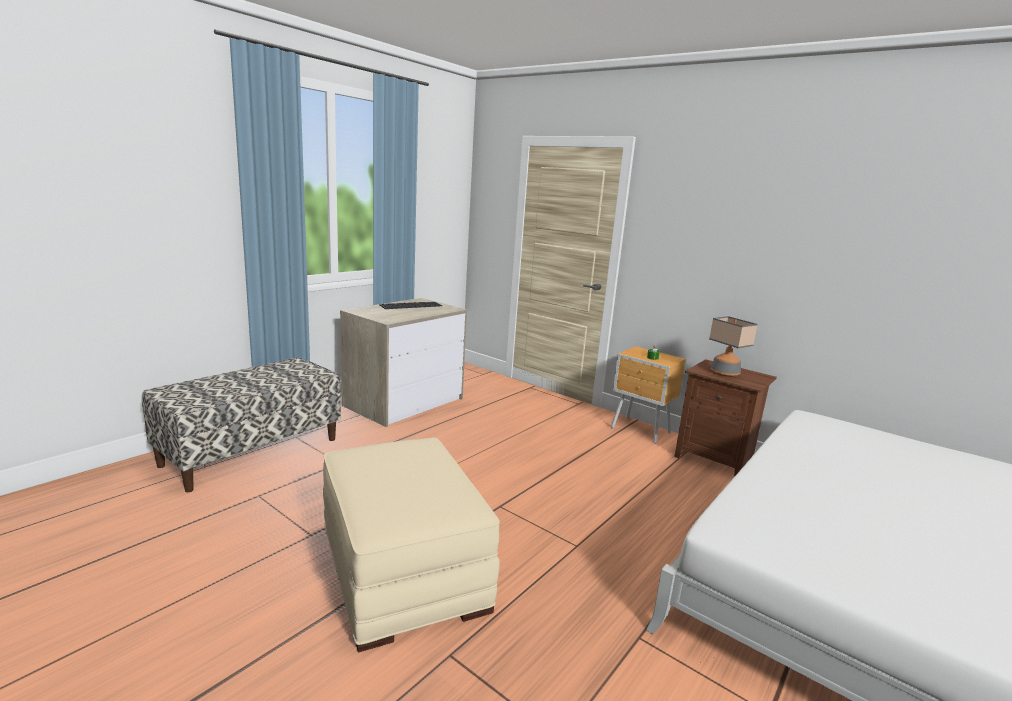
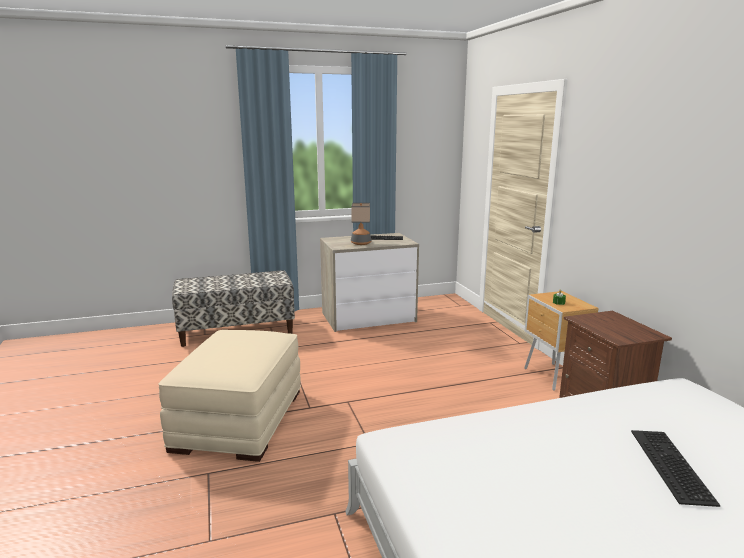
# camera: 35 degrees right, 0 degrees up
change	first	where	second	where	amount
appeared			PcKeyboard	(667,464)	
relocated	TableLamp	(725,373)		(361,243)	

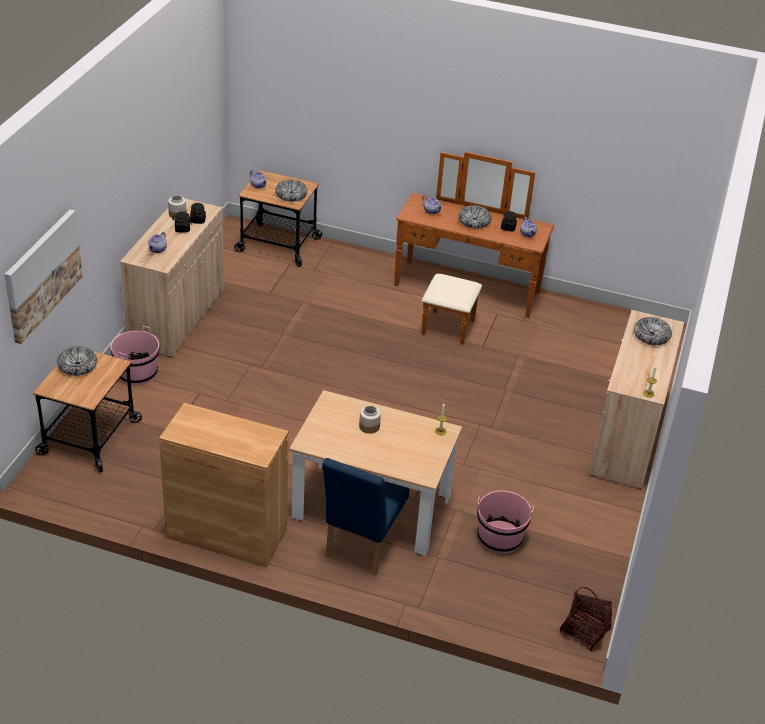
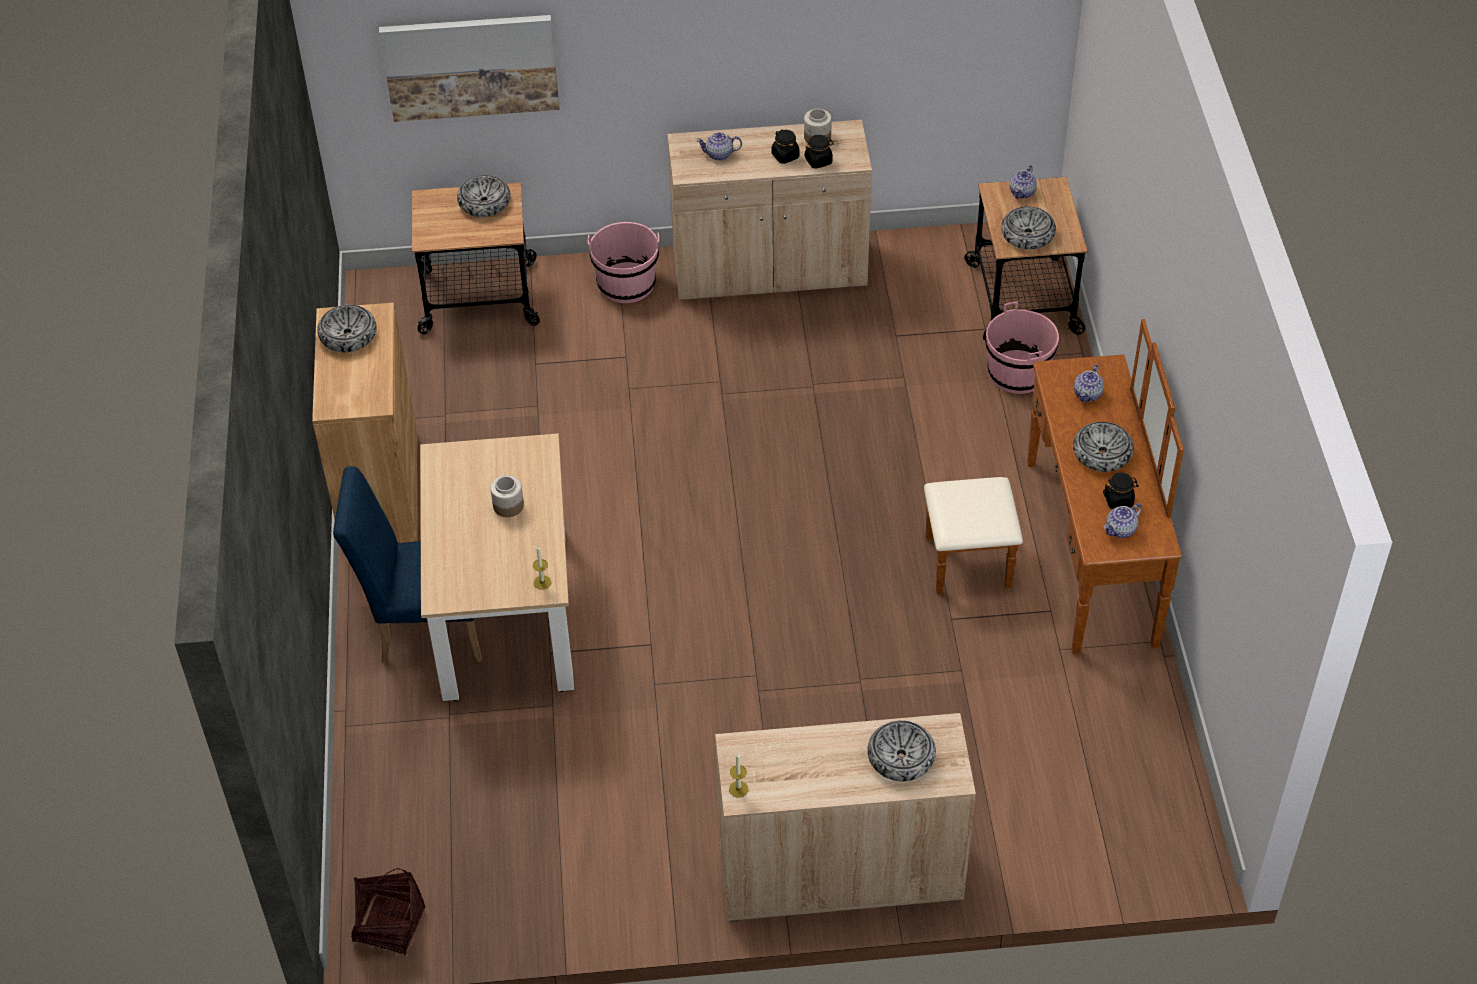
# camera: 70 degrees right, 10 degrees up
change	first	where	second	where	amount
appeared			Bowl	(348,335)	
relocated	PinkColouredBucket	(500,537)		(1018,373)	

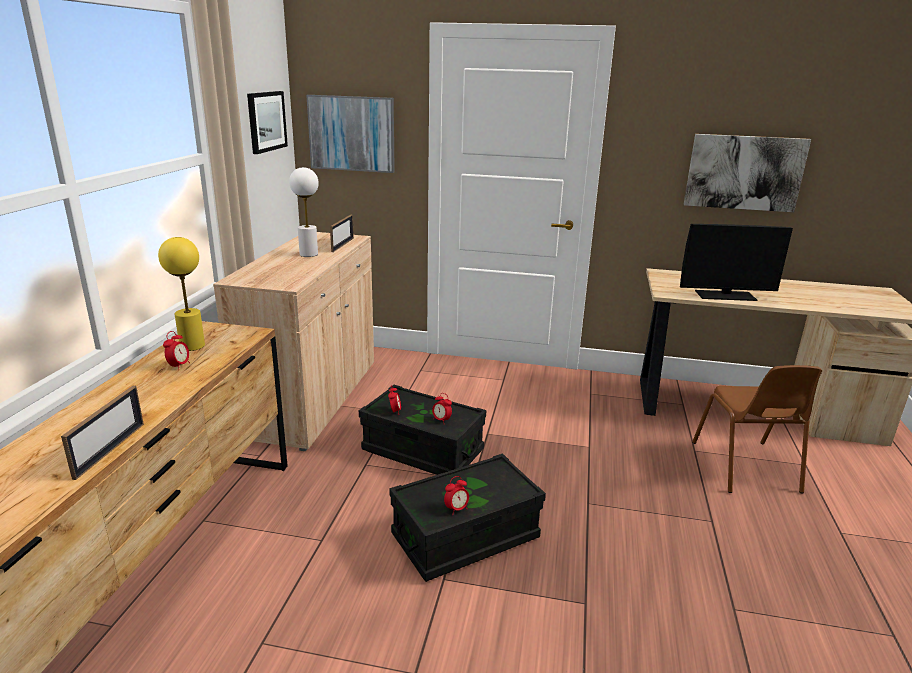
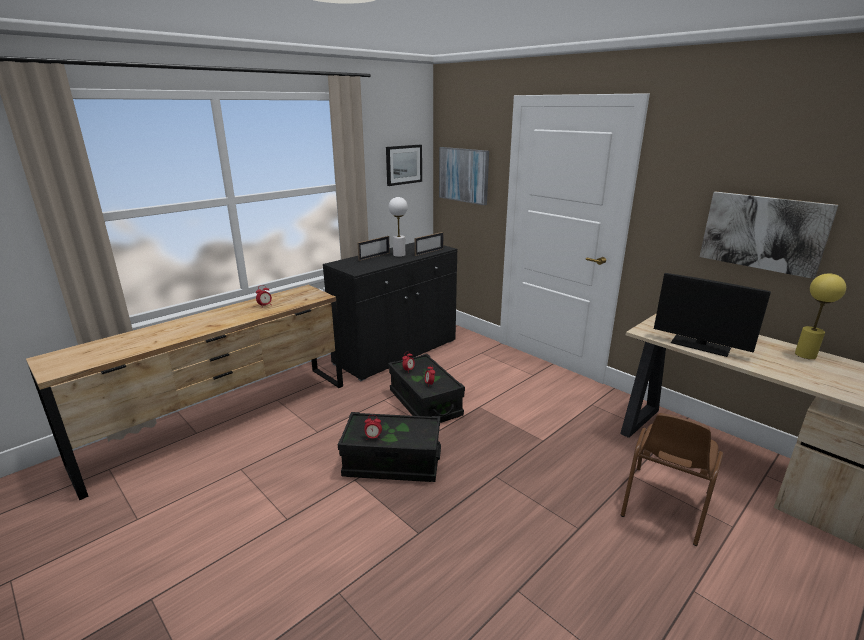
# camera: 35 degrees right, 0 degrees up
change	first	where	second	where	amount
relocated	PhotoFrame	(110,450)		(374,256)	
relocated	YellowTableLamp	(192,346)		(805,355)	
colour	BeigeColouredStorageCabinet	(312,399)	BlackStorageCabinet	(396,352)	

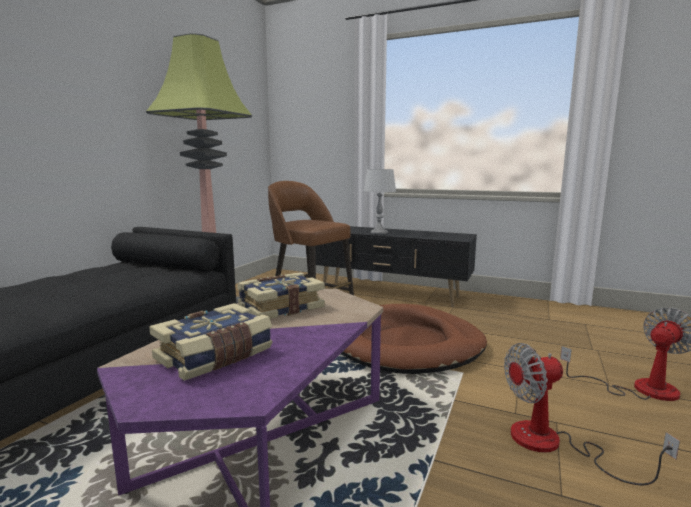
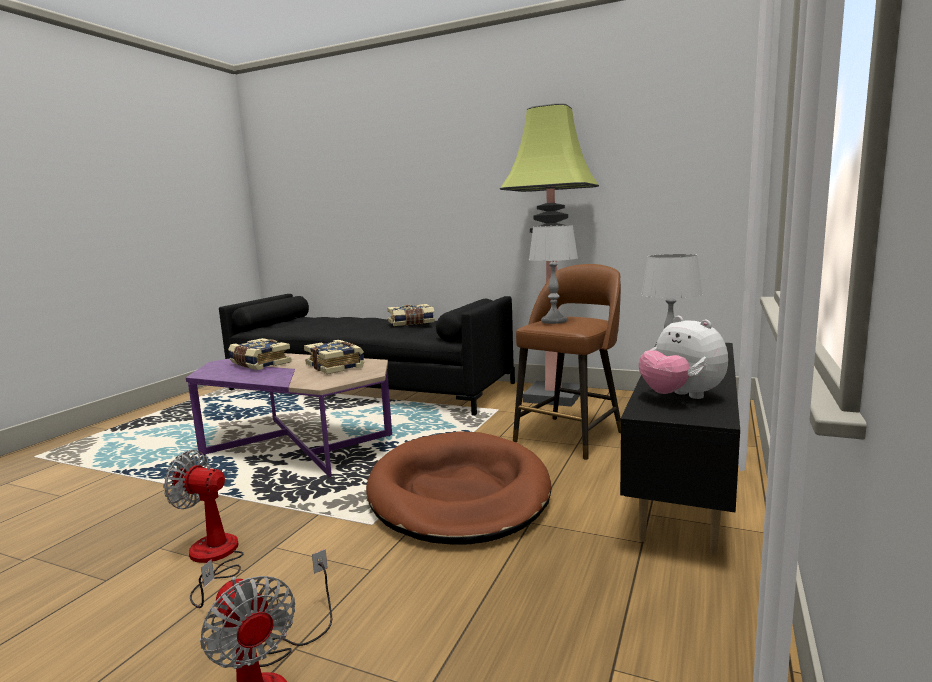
# camera: 90 degrees right, 0 degrees up
change	first	where	second	where	amount
appeared			Volume	(411,323)	
appeared			GreyTableLamp	(554,321)	
appeared			SoftToy	(681,397)	
spun	ElectricFan	(553,445)		(213,559)	60 degrees counterclockwise

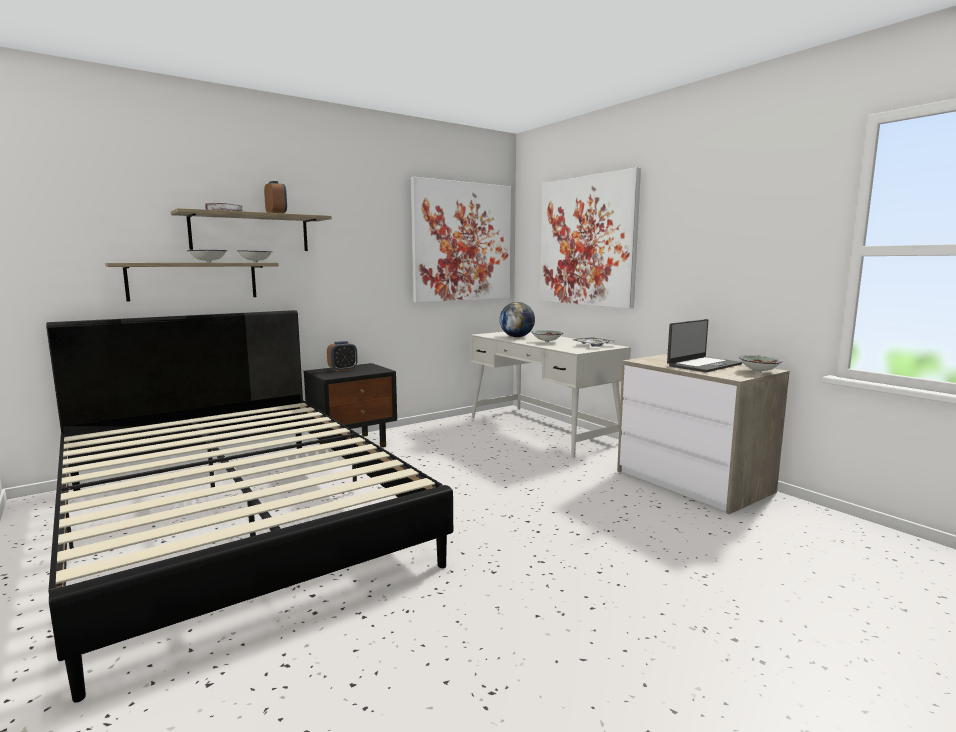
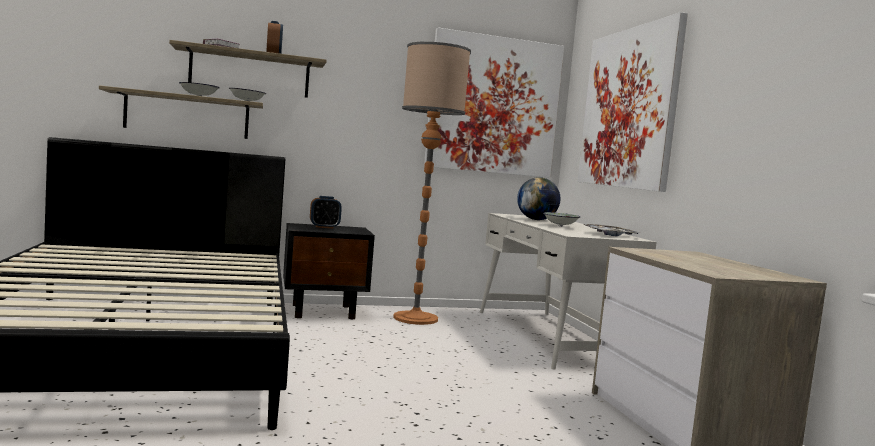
# camera: 20 degrees right, 5 degrees down
change	first	where	second	where	amount
missing	Laptop	(703,365)			
missing	Bowl	(758,372)			
appeared			StandingLamp	(416,318)	

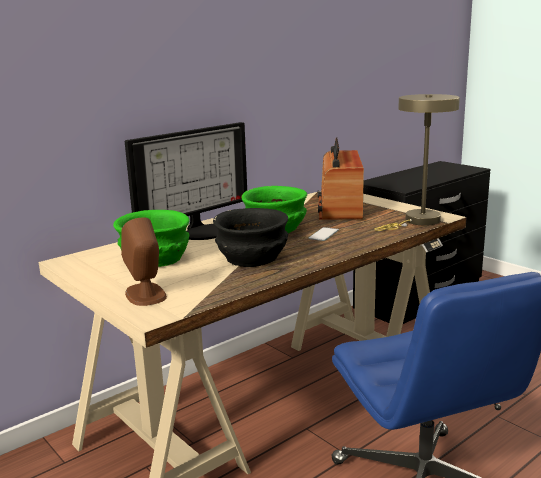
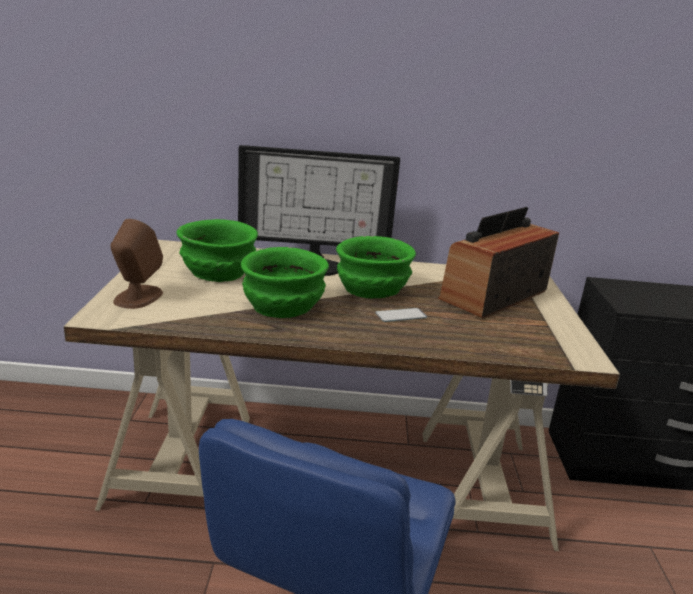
# camera: 40 degrees right, 5 degrees up
change	first	where	second	where	amount
missing	BeigeColouredTableLamp	(418,221)			
colour	BlackBowl	(253,258)	GreenBowl	(283,307)	

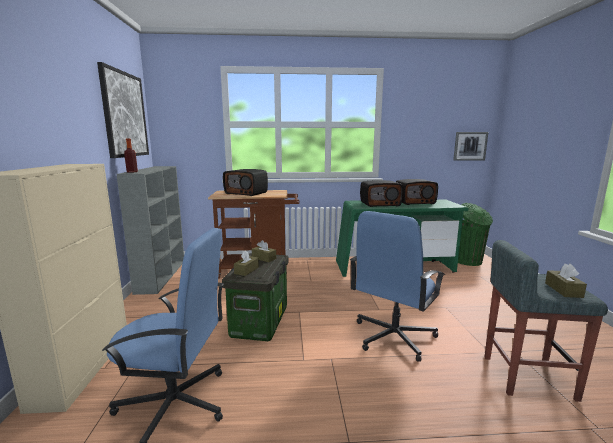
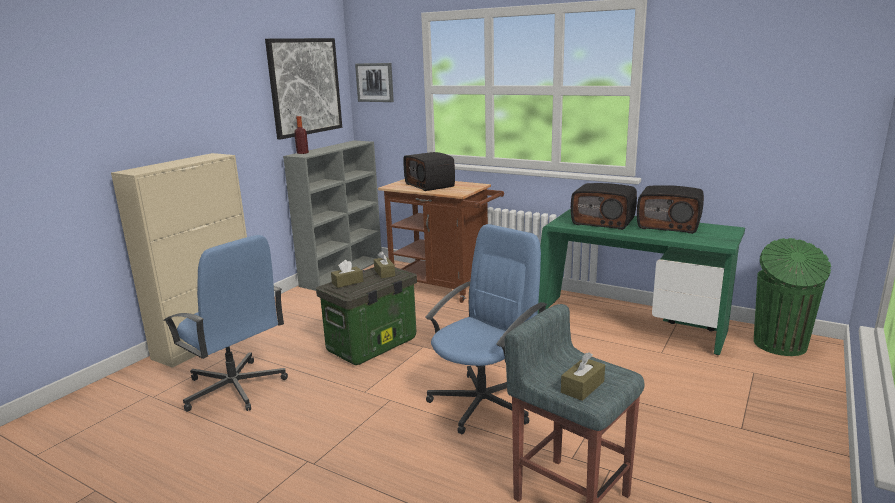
# camera: 35 degrees right, 5 degrees up
change	first	where	second	where	amount
relocated	WallPicture	(470,146)		(375,82)	
spun	BlueColouredDeskChair	(393,337)		(484,403)	150 degrees clockwise

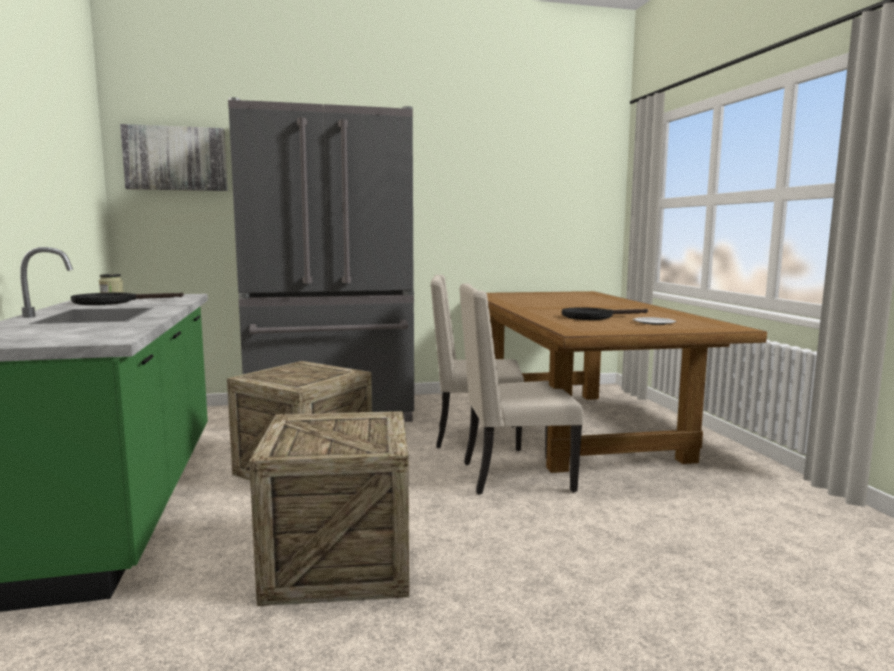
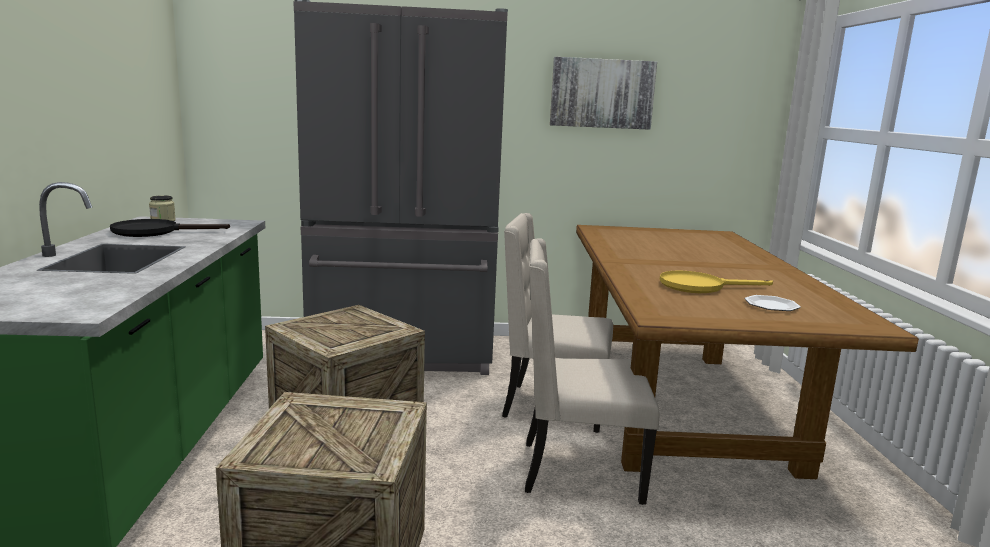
# camera: 10 degrees right, 5 degrees up
change	first	where	second	where	amount
relocated	WallPicture	(176,158)		(602,93)	
colour	BlackPan	(594,317)	YellowPan	(700,286)	

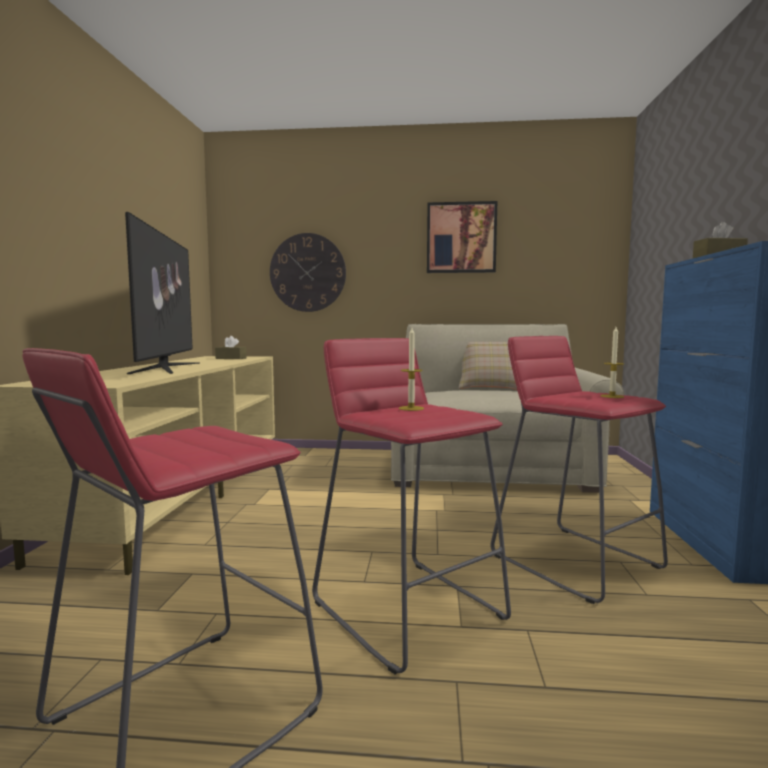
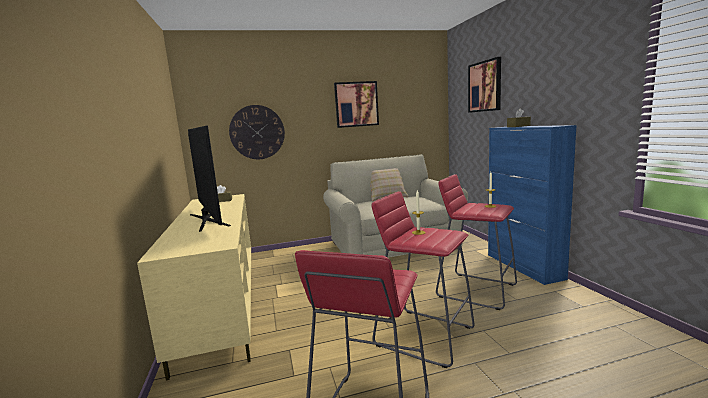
# camera: 20 degrees left, 5 degrees up
change	first	where	second	where	amount
appeared			WallPicture	(485,86)	

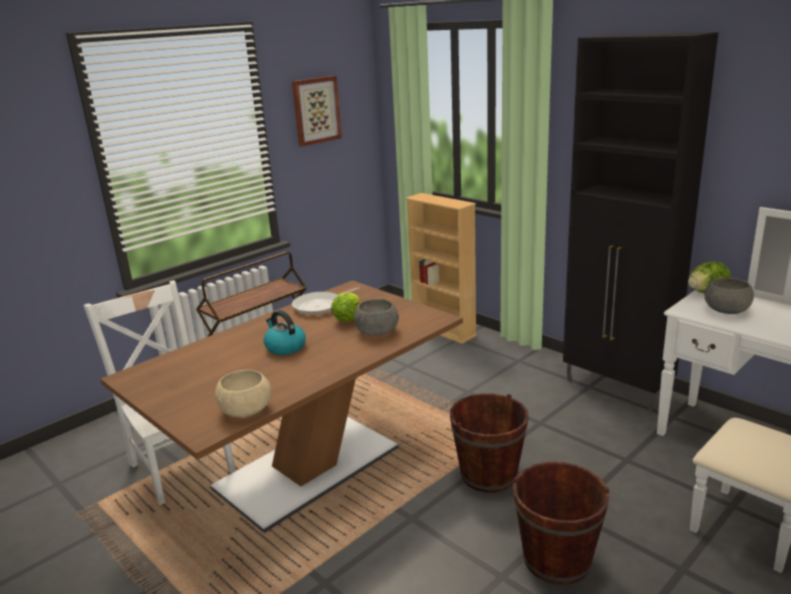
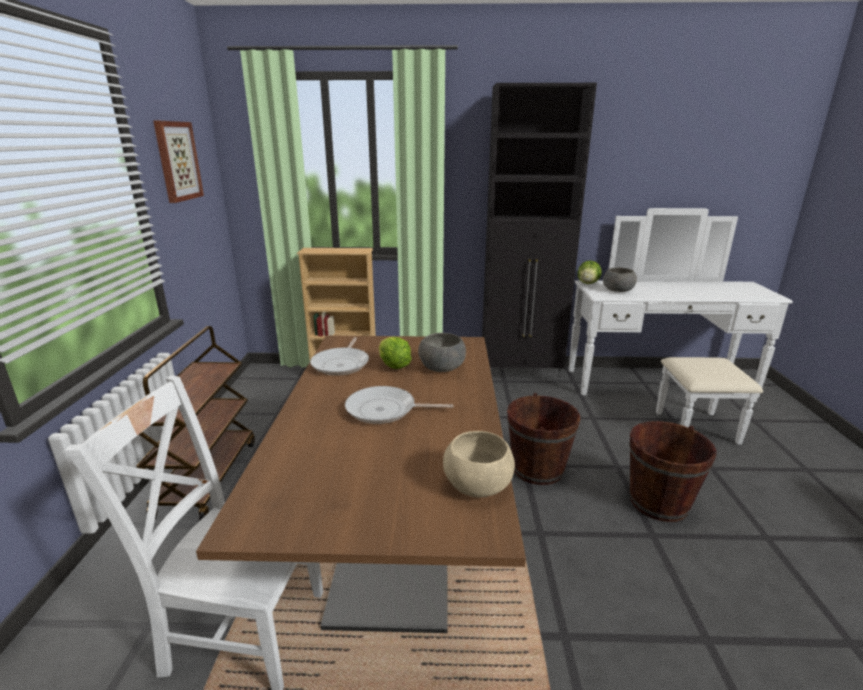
# camera: 45 degrees left, 0 degrees up
change	first	where	second	where	amount
exchanged	Kettle	(285,347)	Pan	(385,410)	

